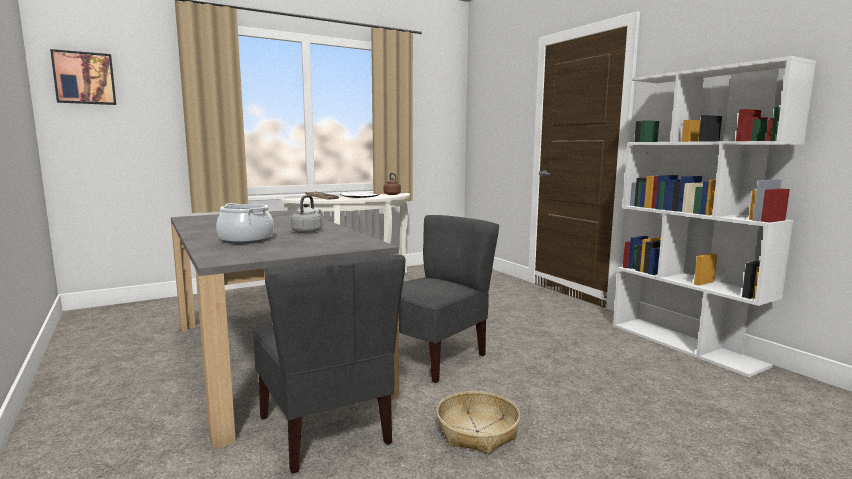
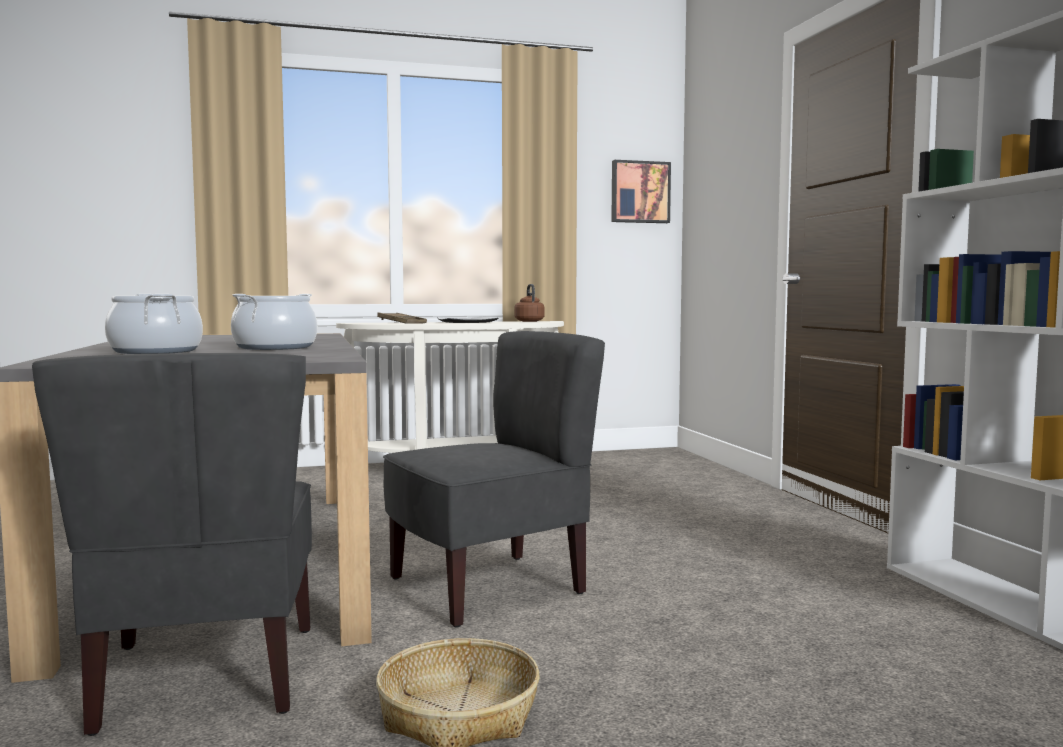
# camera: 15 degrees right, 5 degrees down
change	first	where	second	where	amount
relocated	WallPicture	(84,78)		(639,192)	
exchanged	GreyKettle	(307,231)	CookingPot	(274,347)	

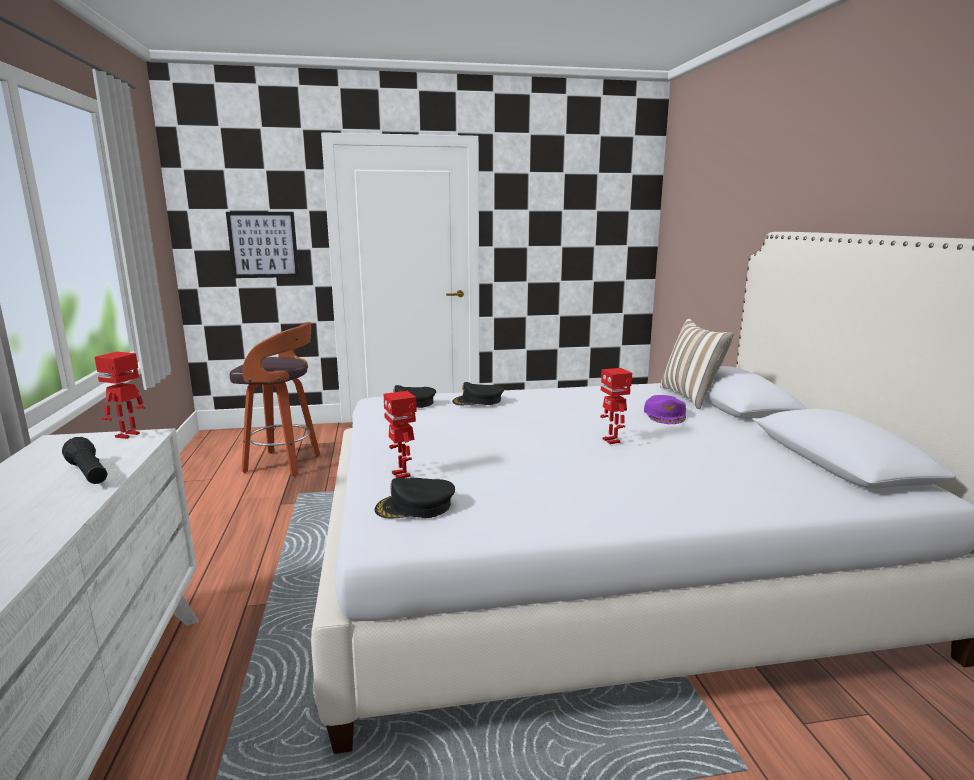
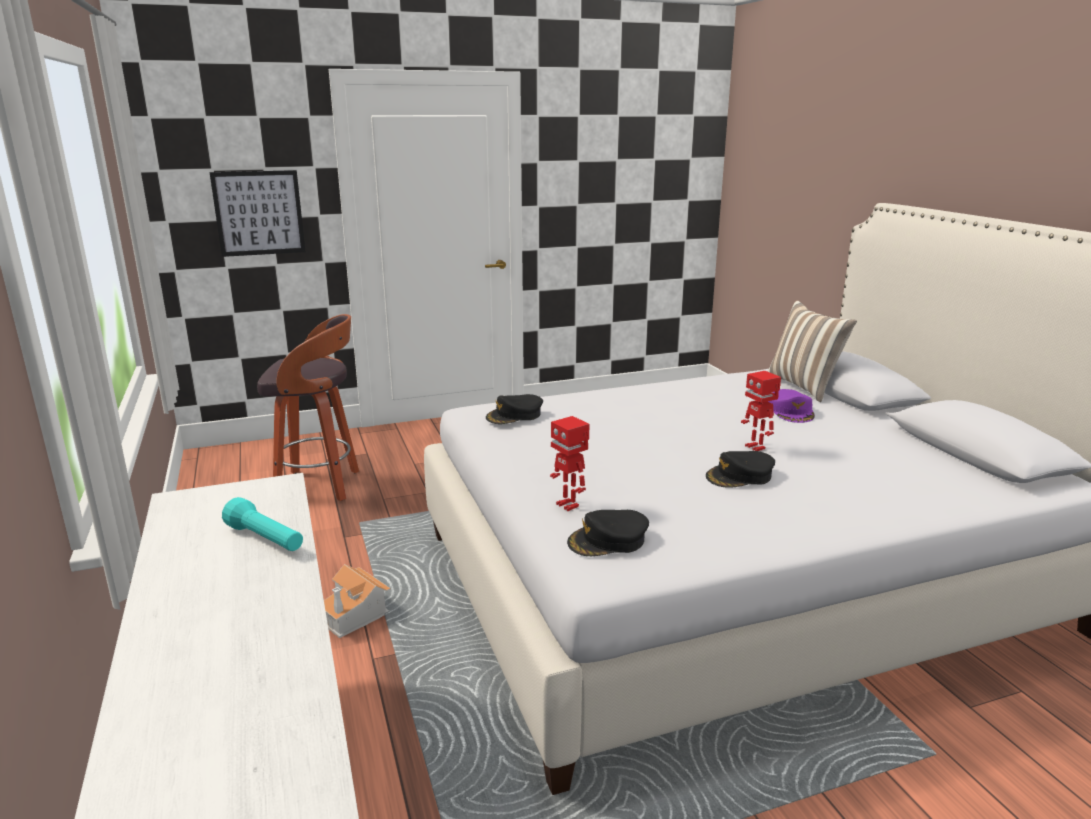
# camera: 10 degrees left, 5 degrees up
change	first	where	second	where	amount
missing	ModelRobot	(129,435)			
appeared			MiniatureHouse	(355,615)	
relocated	BlackPeakedCap	(478,401)		(740,476)	
colour	BlackHandTorch	(89,474)	TurquoiseColouredHandTorch	(266,539)	

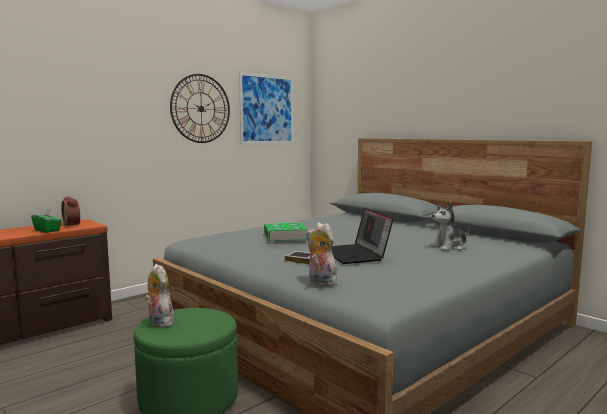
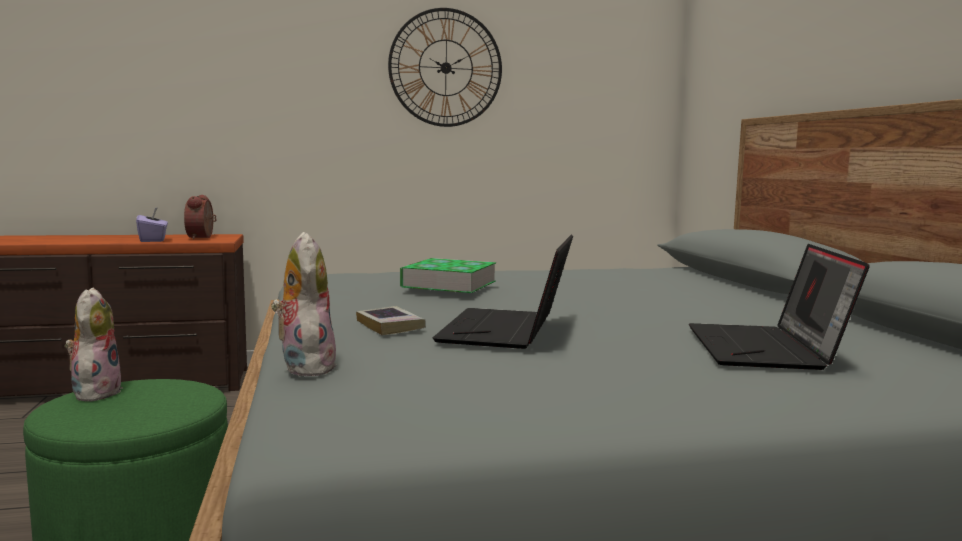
# camera: 30 degrees right, 0 degrees up
change	first	where	second	where	amount
missing	WallPicture	(267,109)			
exchanged	SoftToy	(449,247)	Laptop	(767,349)	
colour	GreenTissueBox	(47,230)	PurpleTissueBox	(153,240)	

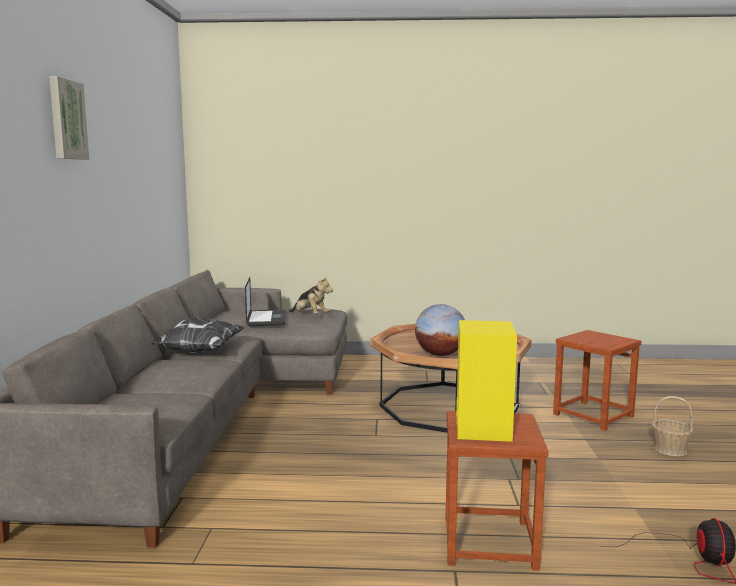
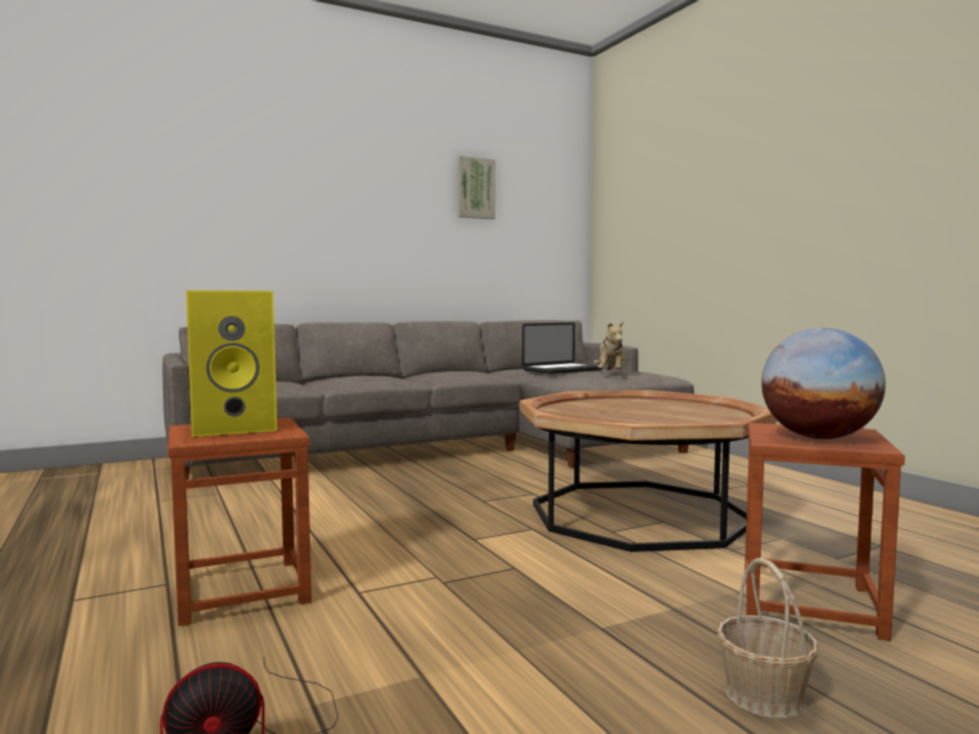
# camera: 60 degrees right, 5 degrees down
change	first	where	second	where	amount
missing	Pillow	(196,353)			
relocated	WallPicture	(66,120)		(475,188)	
relocated	Globe	(440,355)		(818,438)	

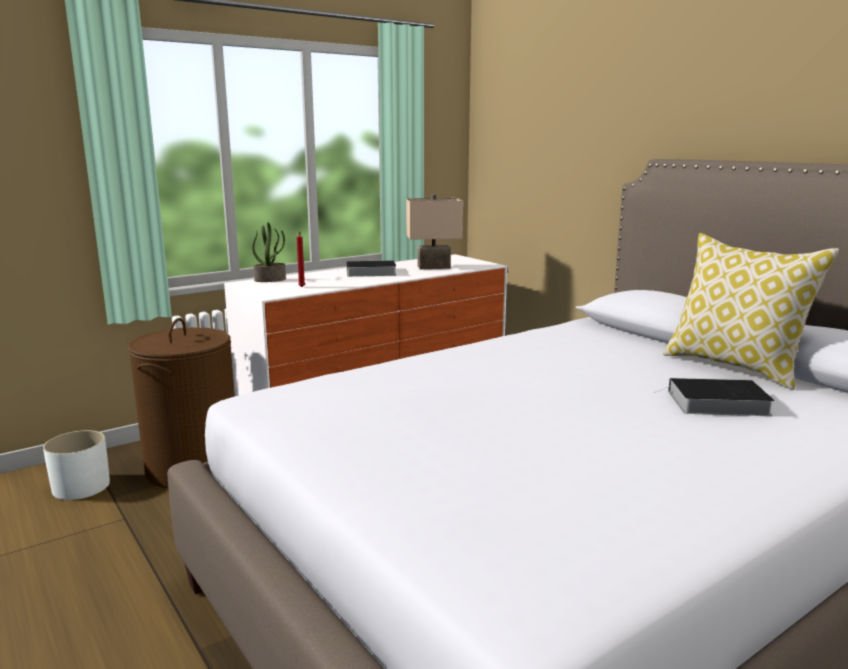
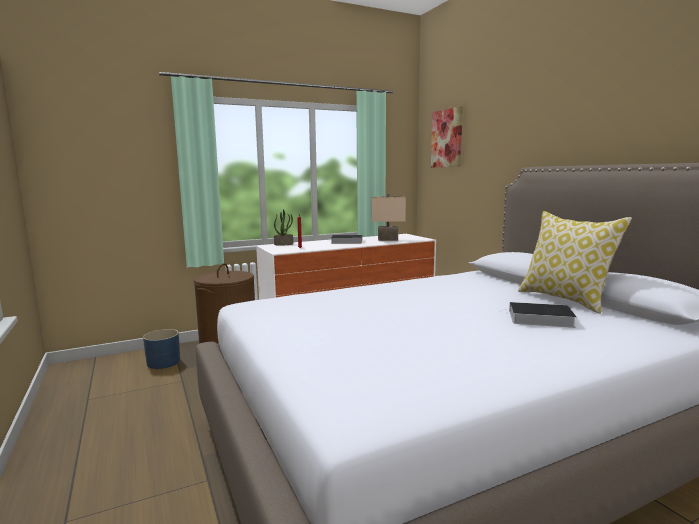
# camera: 10 degrees right, 5 degrees down
change	first	where	second	where	amount
appeared			WallPicture	(447,138)	
colour	WhitePlantPot	(80,487)	BlueColouredPlantPot	(163,362)	

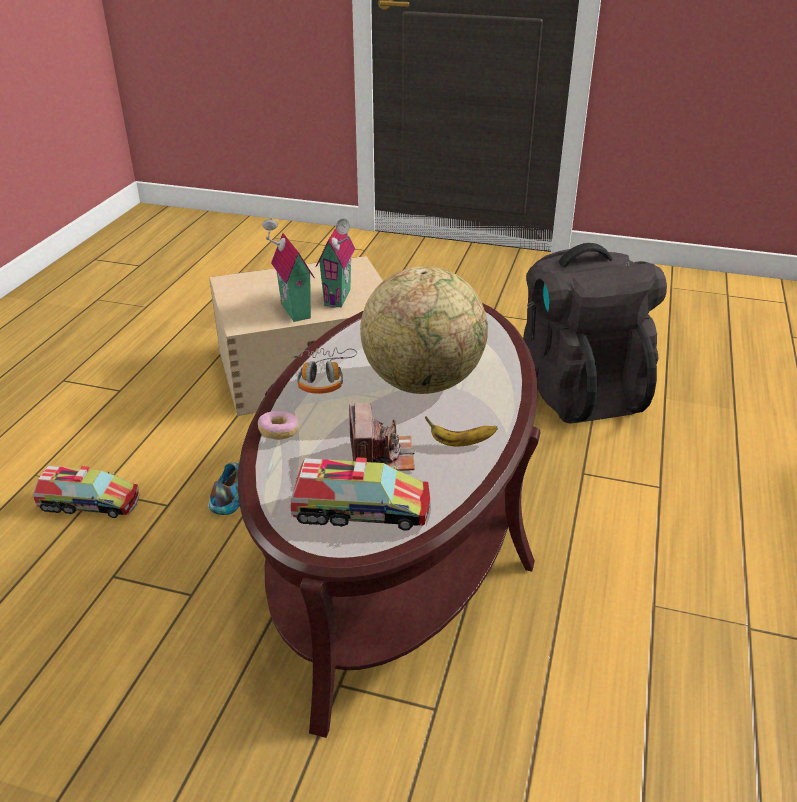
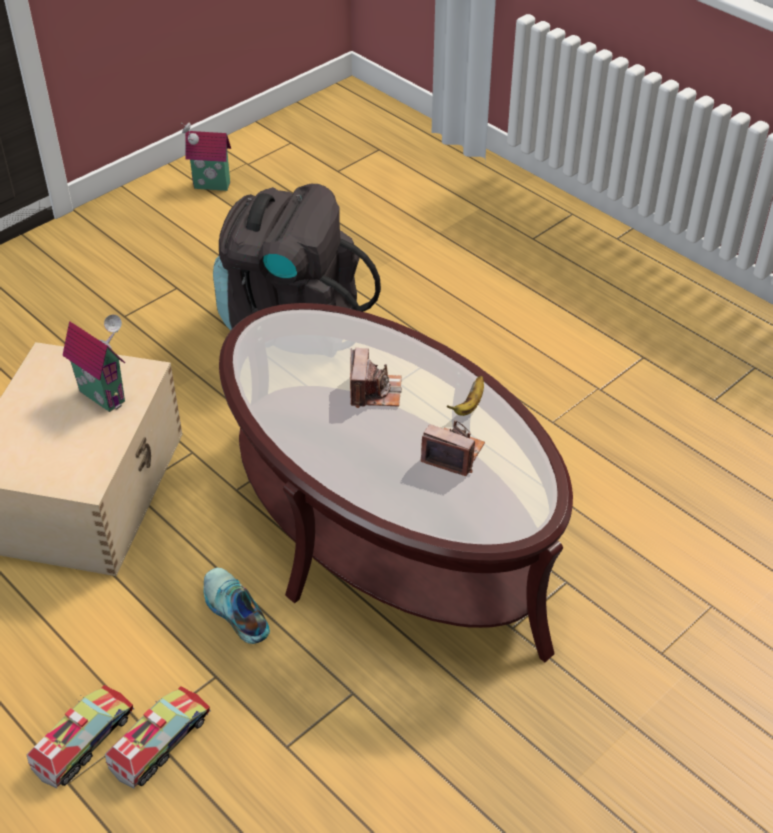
# camera: 60 degrees left, 10 degrees up
change	first	where	second	where	amount
missing	RingDoughnut	(279,432)			
missing	Headphones	(323,377)			
relocated	MiniatureHouse	(292,311)		(211,186)	
relocated	ToyTruck	(361,510)		(84,741)	
exchanged	Globe	(423,383)	PhotoCamera	(374,391)	

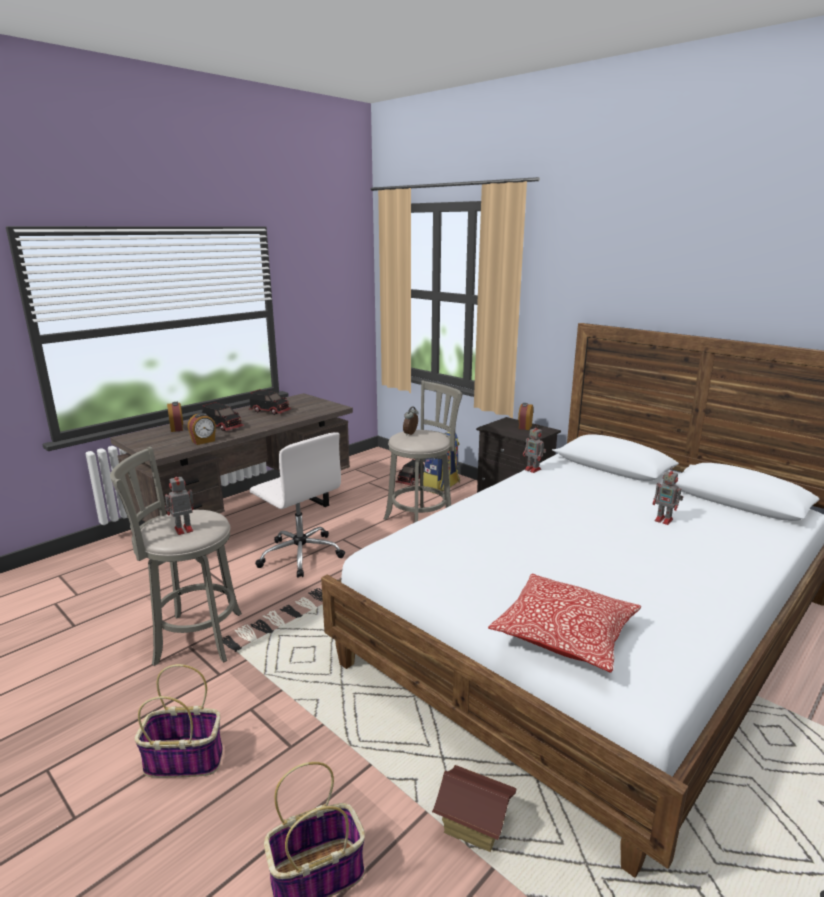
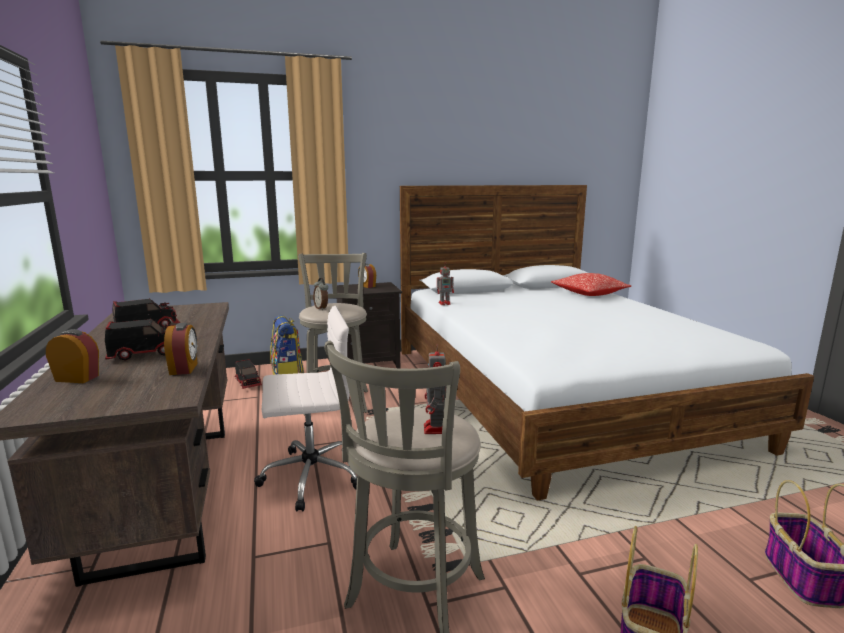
# camera: 60 degrees left, 5 degrees down
change	first	where	second	where	amount
missing	MiniatureHouse	(473,826)			
missing	ModelRobot	(664,520)			
relocated	Pillow	(564,635)		(589,293)	

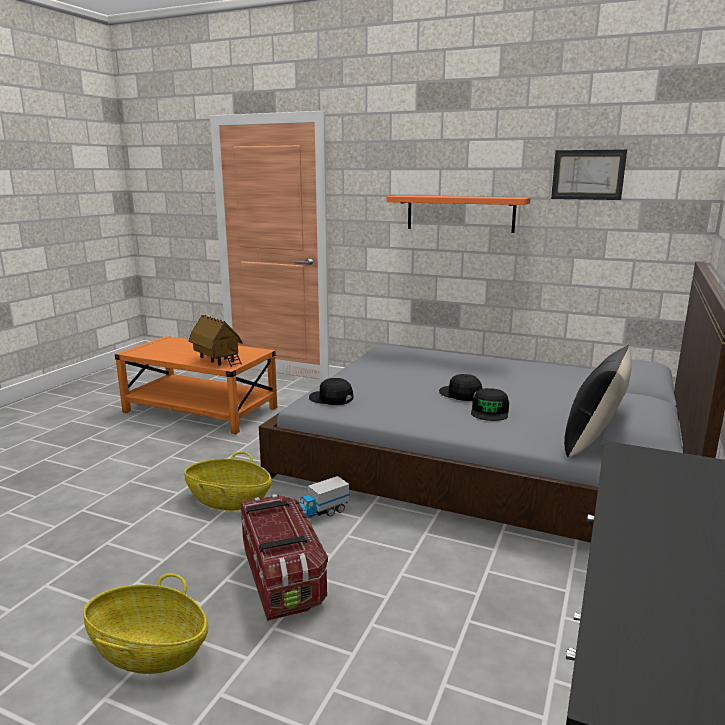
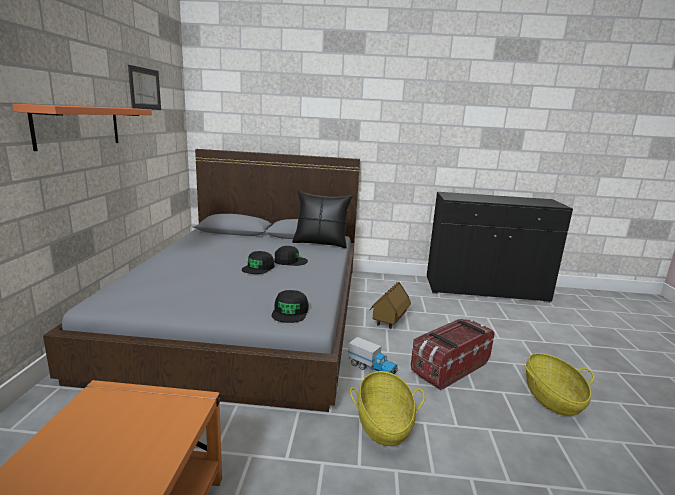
# camera: 110 degrees left, 0 degrees up
change	first	where	second	where	amount
relocated	MiniatureHouse	(217,360)		(389,321)	

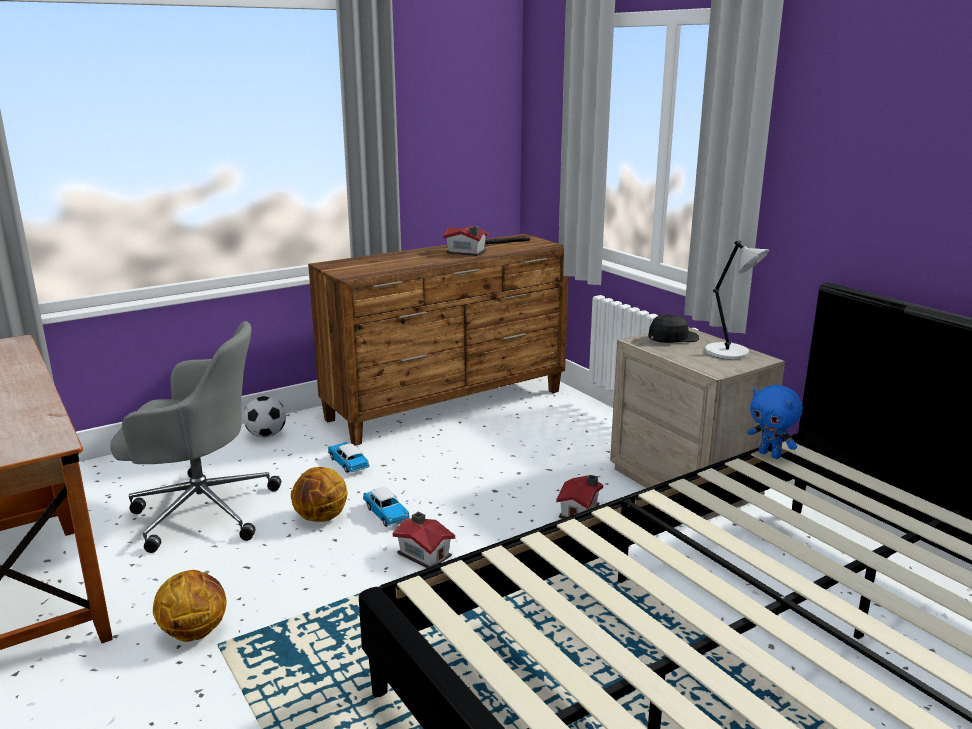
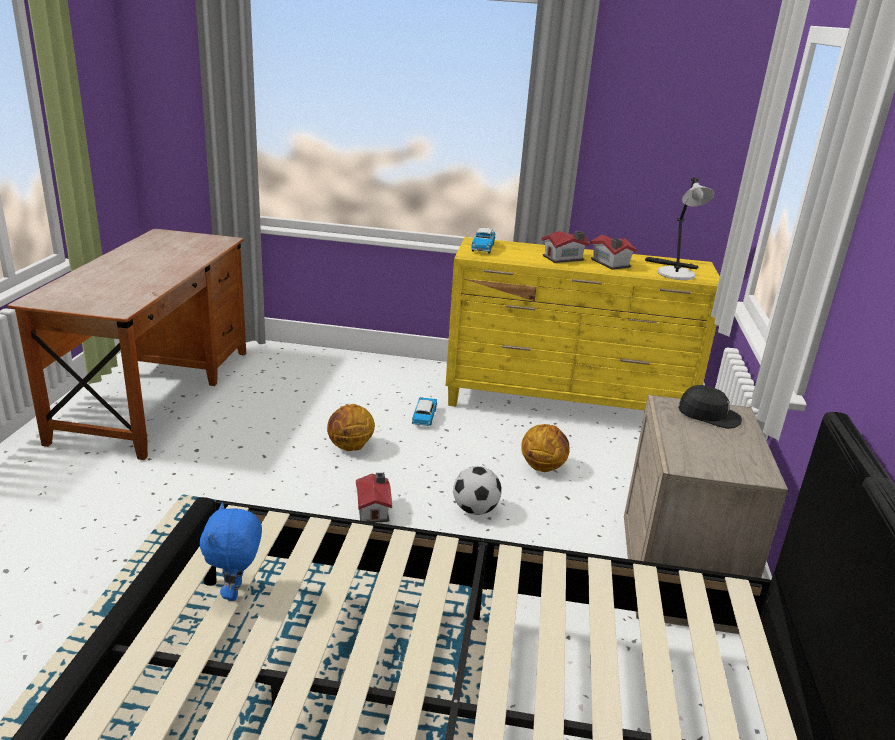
# camera: 40 degrees right, 5 degrees up
change	first	where	second	where	amount
missing	GreyDeskChair	(200,510)			
relocated	BallForBasketball	(194,631)		(543,467)	
relocated	FootballBall	(266,435)		(475,510)	
relocated	MiniatureCar	(386,514)		(483,248)	
relocated	MiniatureHouse	(581,511)		(564,258)	
relocated	GreyTableLamp	(729,352)		(677,275)	
relocated	BlueColouredSoftToy	(770,454)		(236,592)	
colour	BrownishDresser	(448,405)	YellowDresser	(566,405)	

